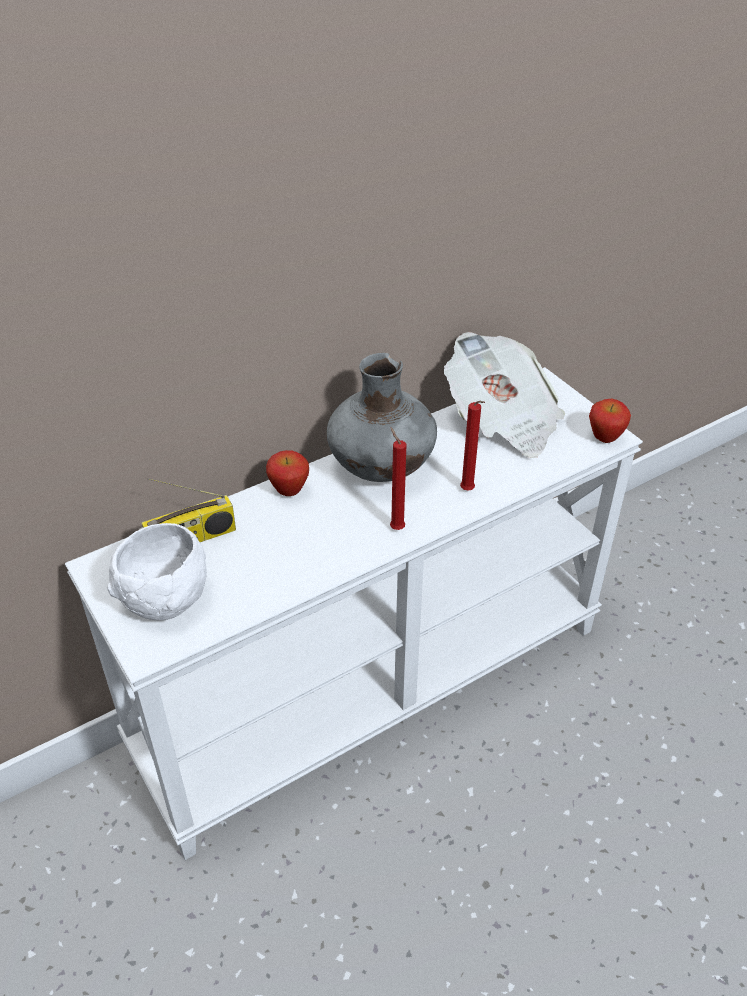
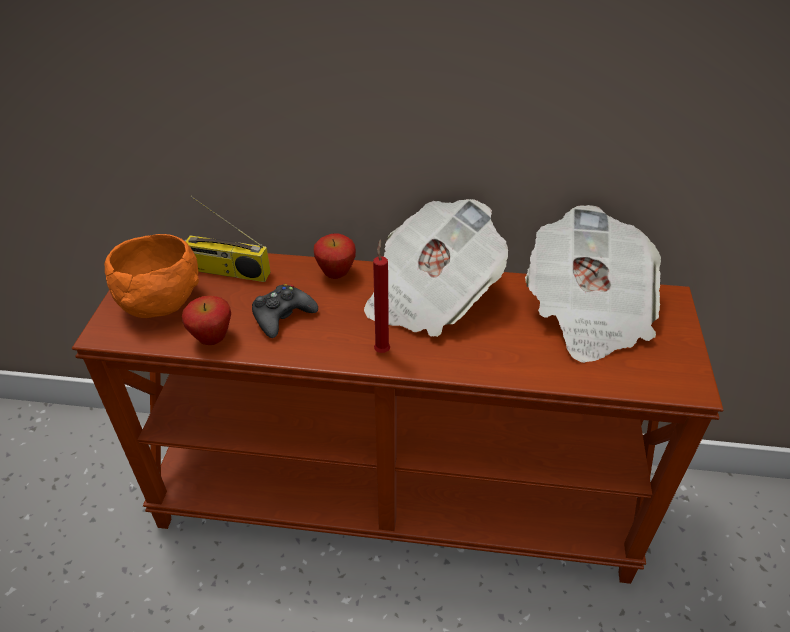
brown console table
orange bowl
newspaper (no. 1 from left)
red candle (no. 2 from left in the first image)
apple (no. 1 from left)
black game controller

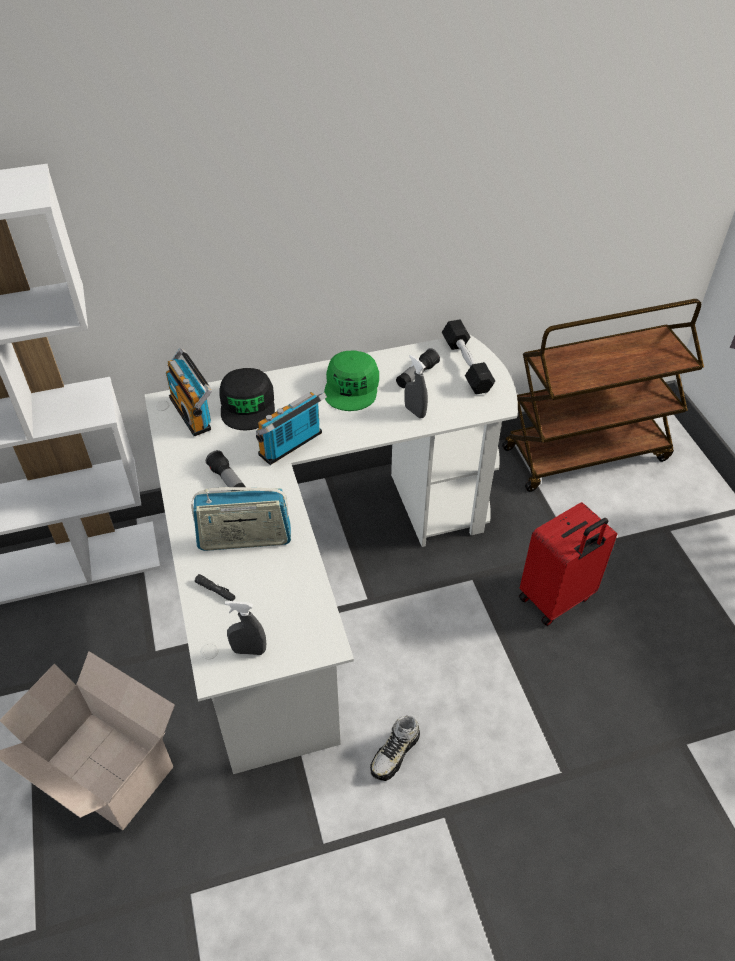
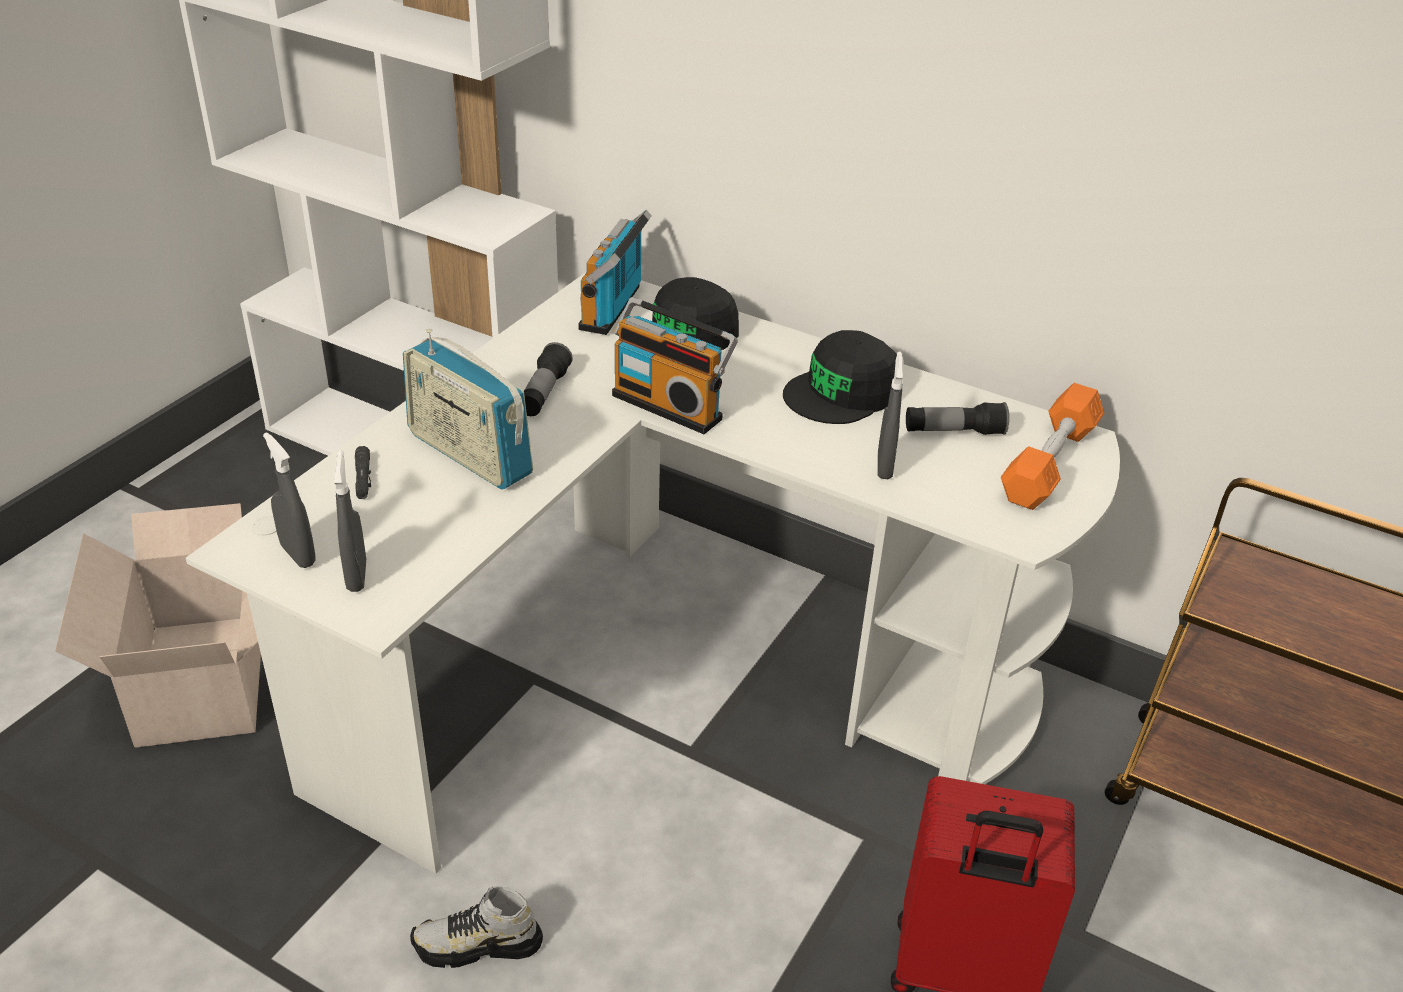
radio (no. 3 from left)
black cap (no. 2 from left)
orange dumbbell
grey spray bottle (no. 2 from left)

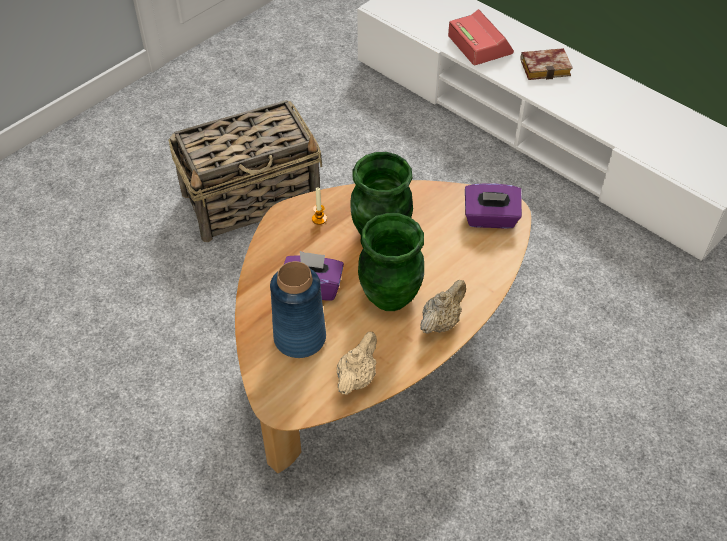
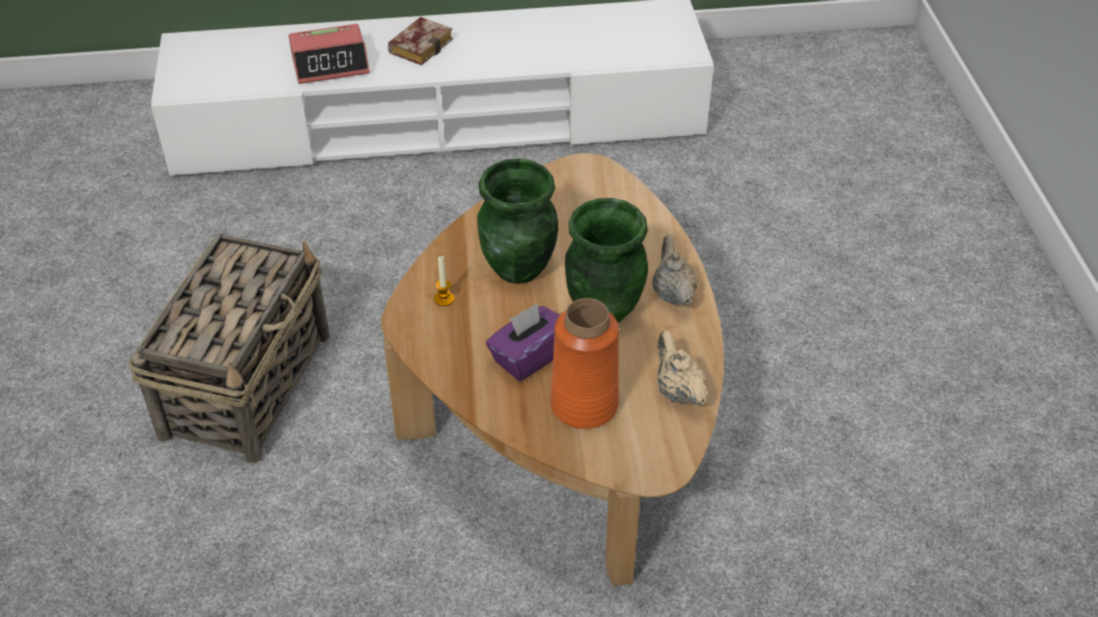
orange vase
alarm clock
purple tissue box (no. 2 from left in the first image)

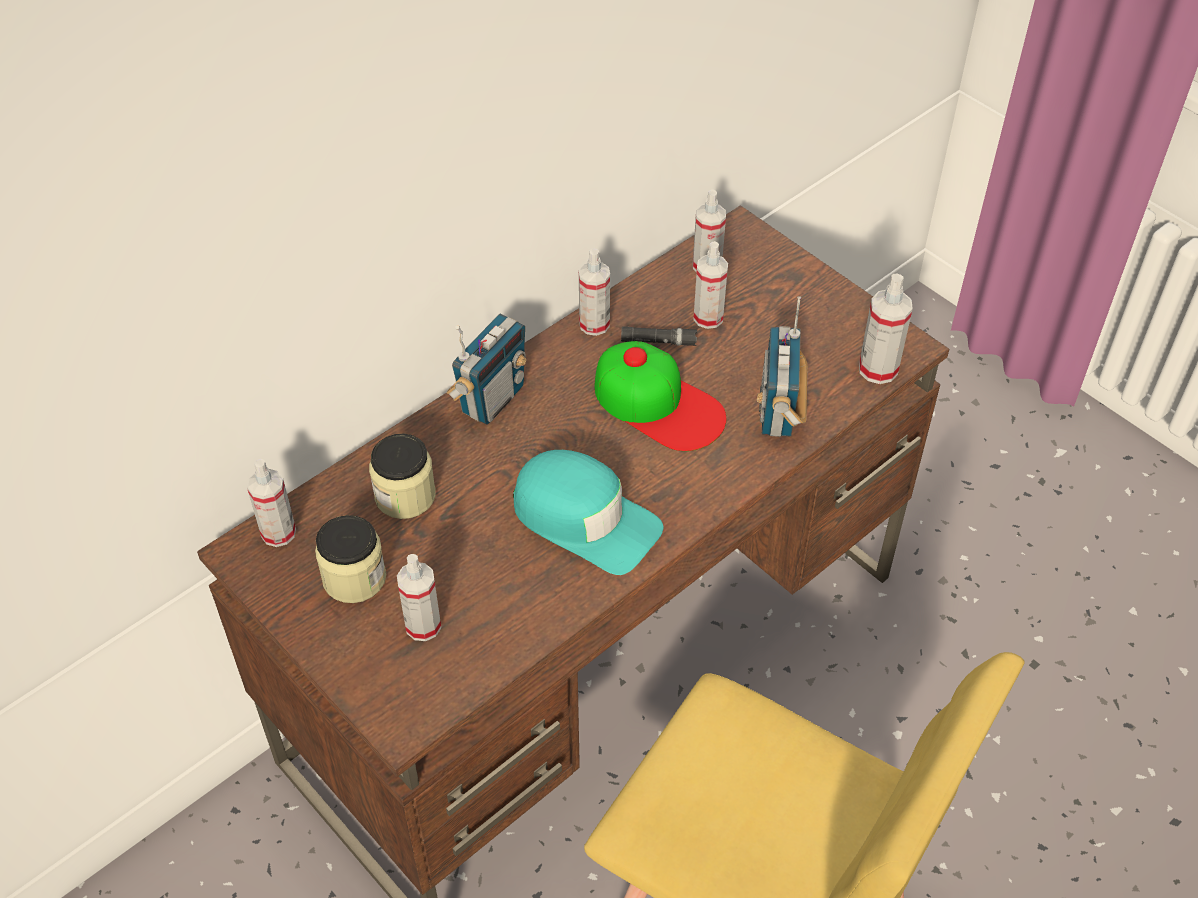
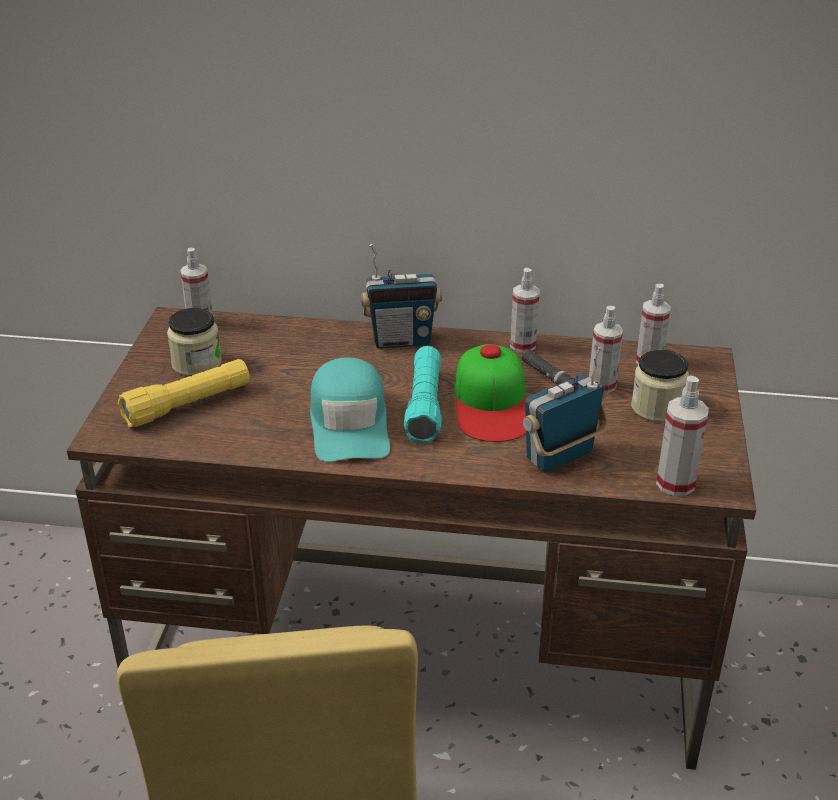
jar (no. 2 from left)
yellow flashlight
turquoise flashlight

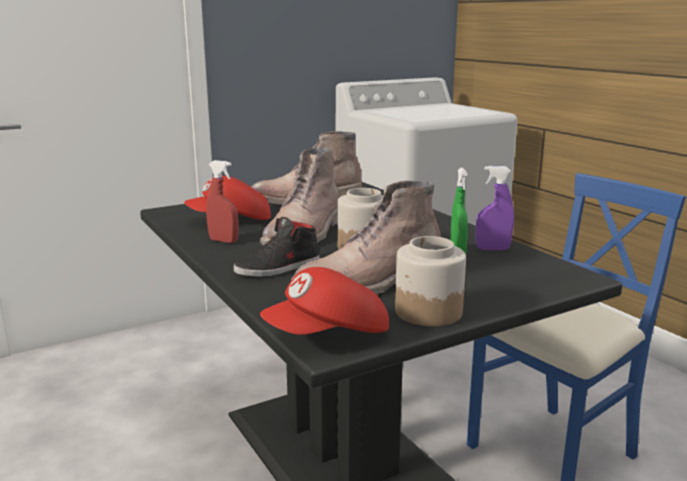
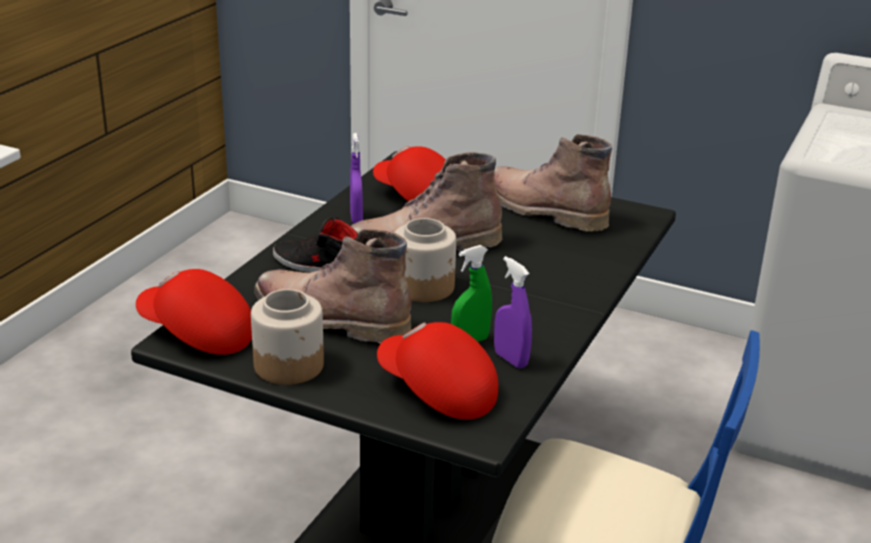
purple spray bottle (no. 1 from left)
red cap (no. 3 from left)

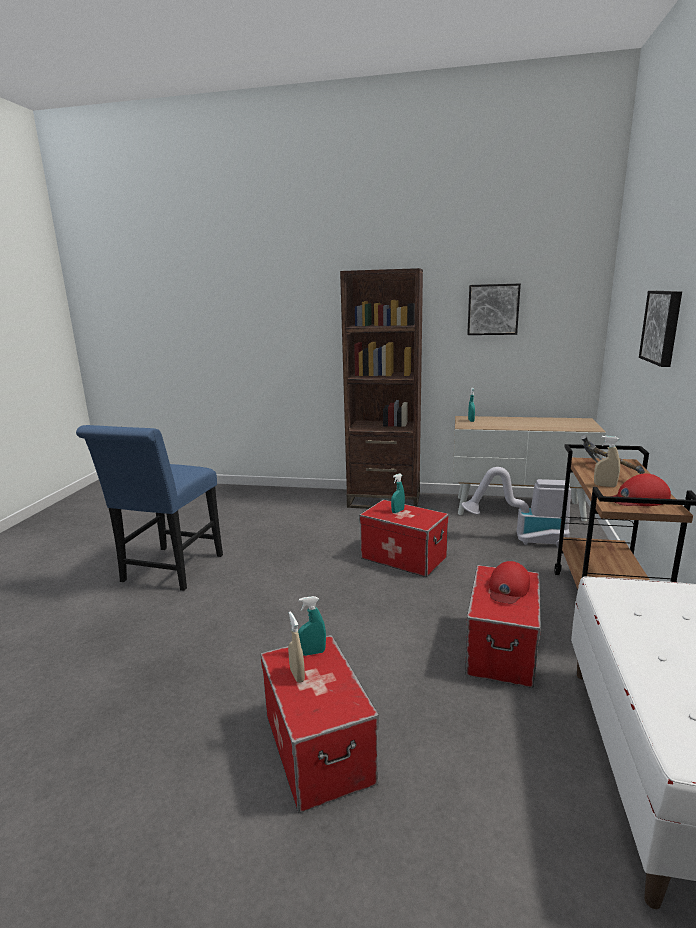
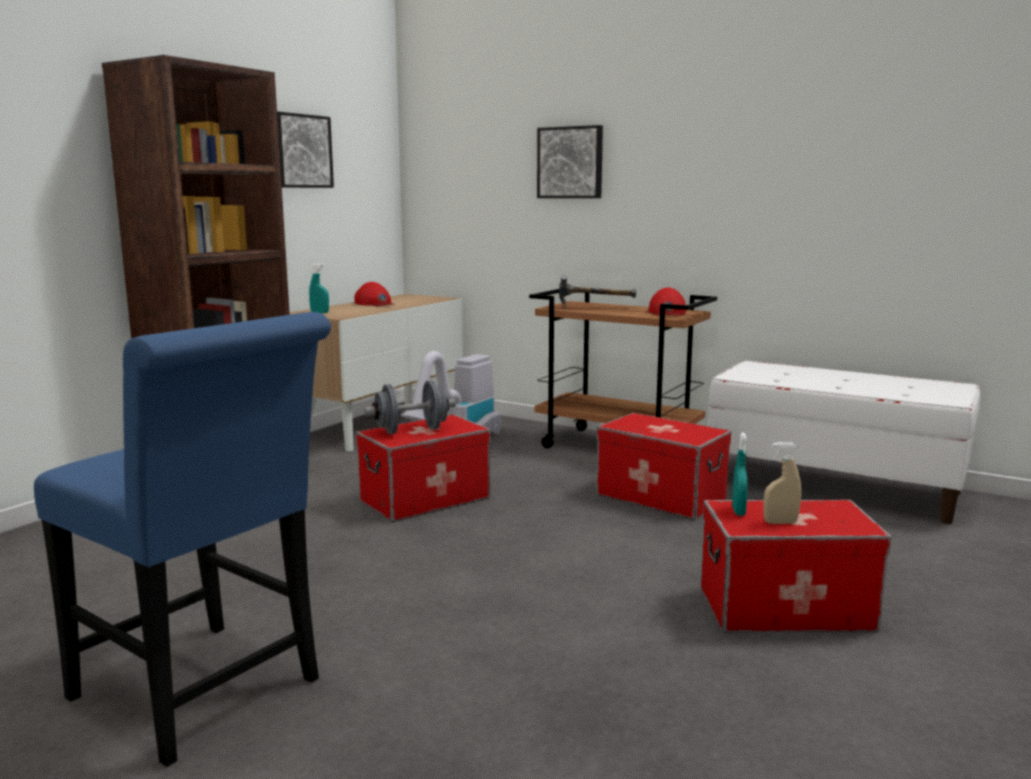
grey dumbbell
red cap (no. 1 from left)
beige spray bottle (no. 2 from left in the first image)

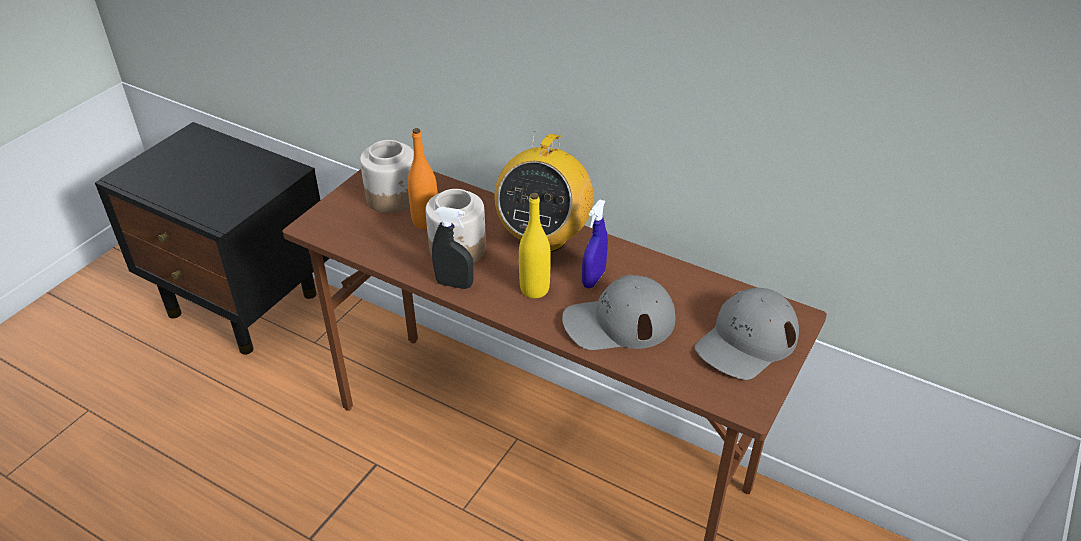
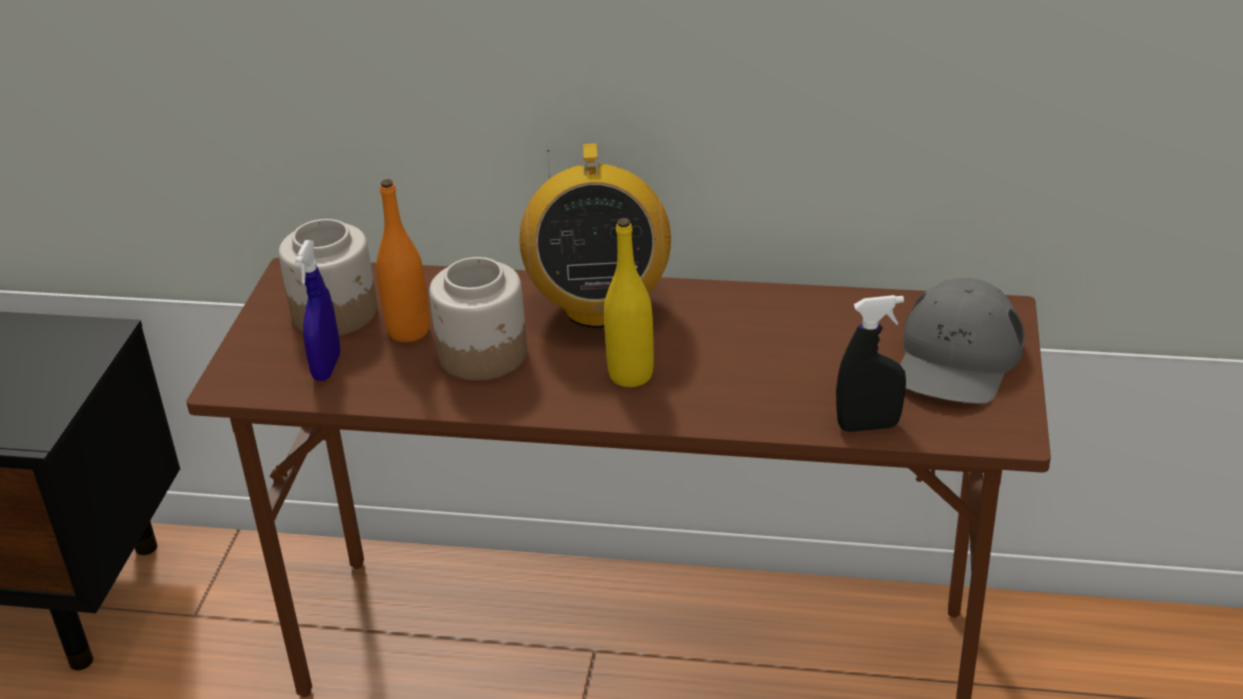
black spray bottle
grey cap (no. 1 from left in the first image)
blue spray bottle

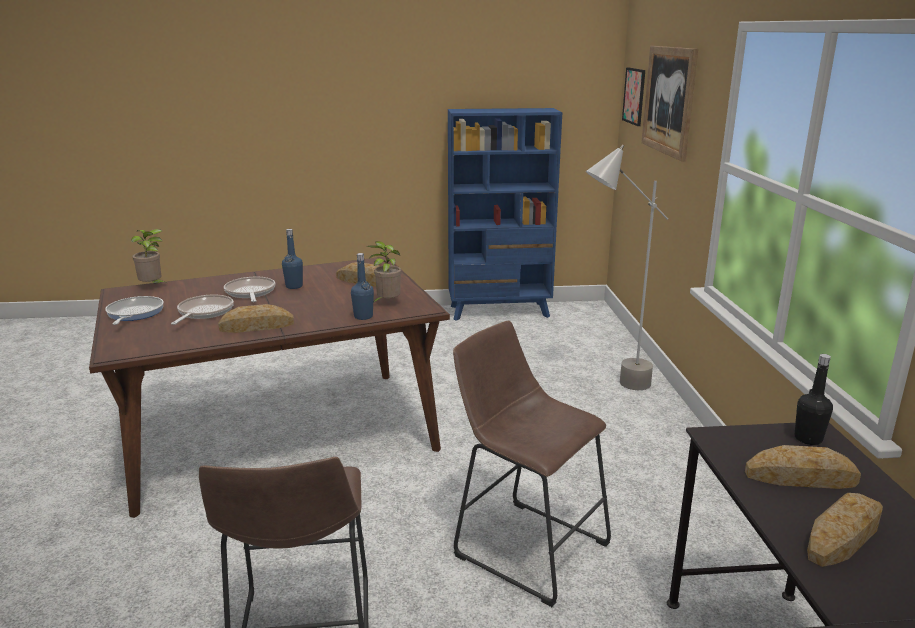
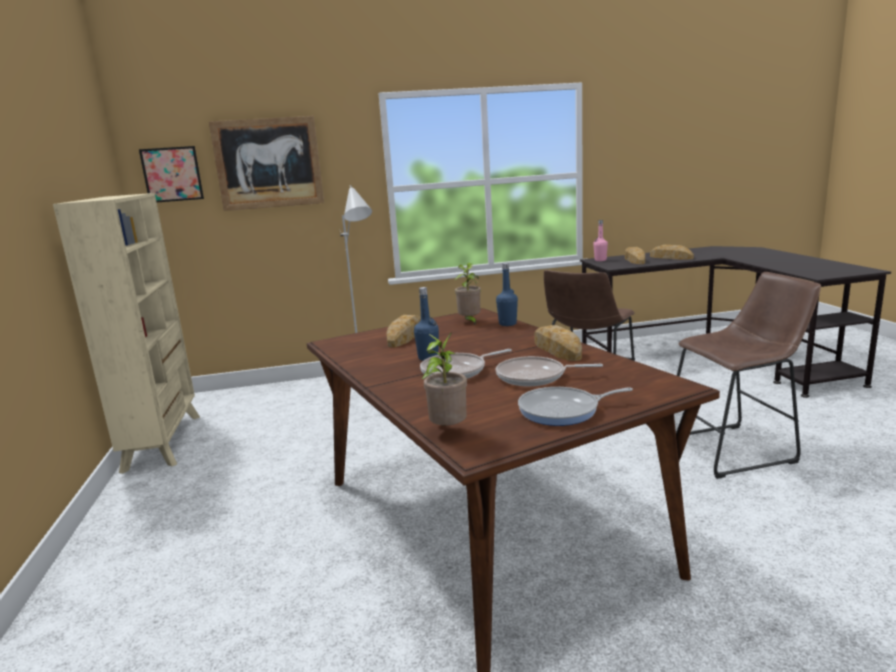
beige bookcase
pink bottle

